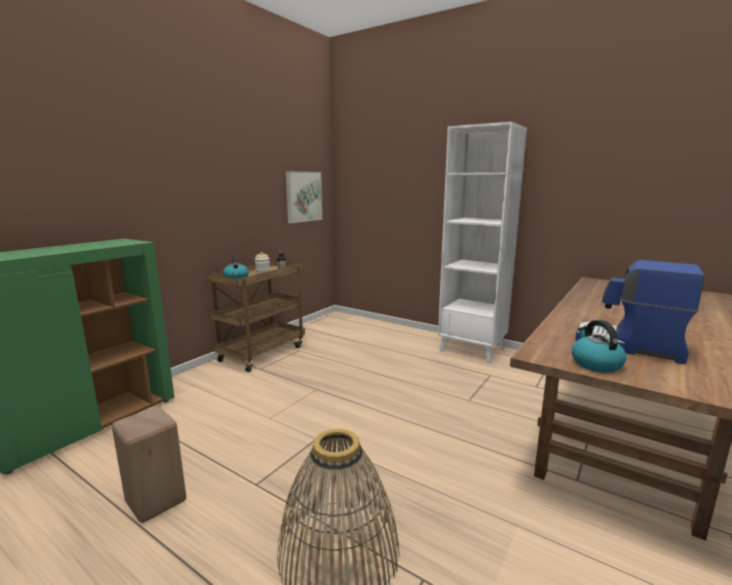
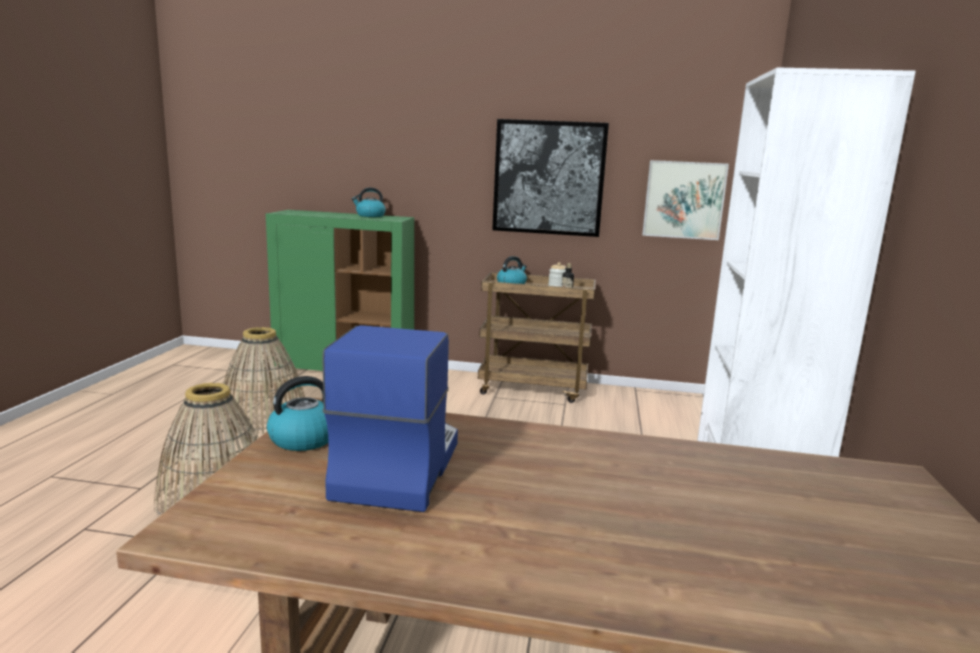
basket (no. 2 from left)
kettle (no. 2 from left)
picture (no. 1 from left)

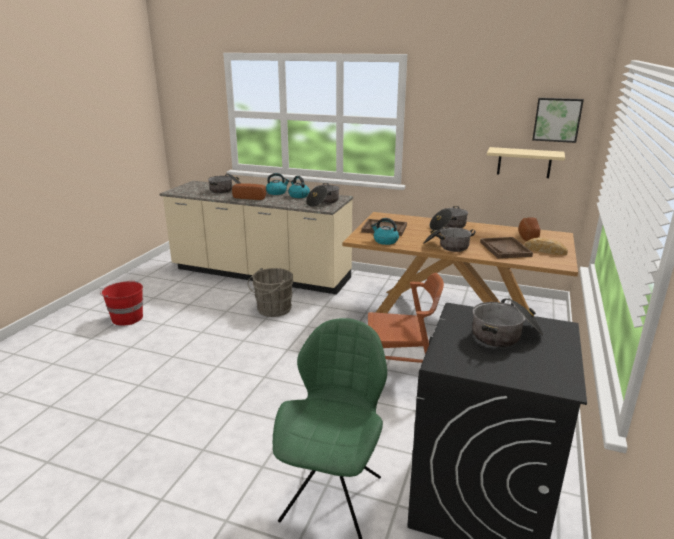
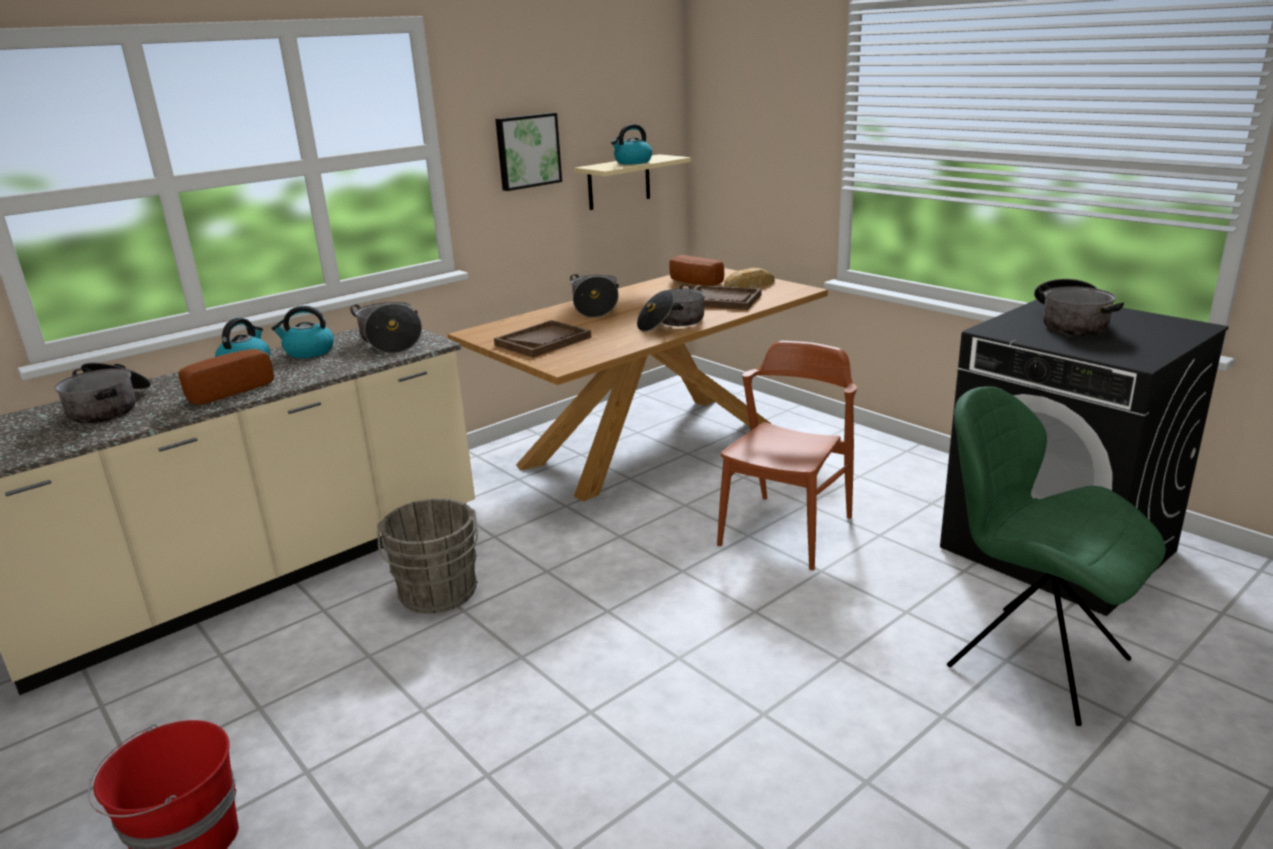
kettle (no. 3 from left)
picture

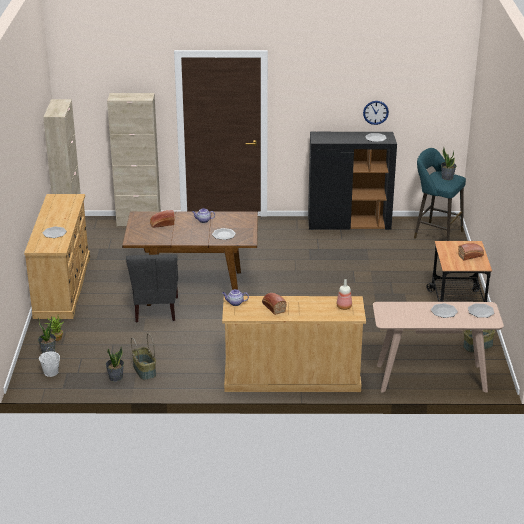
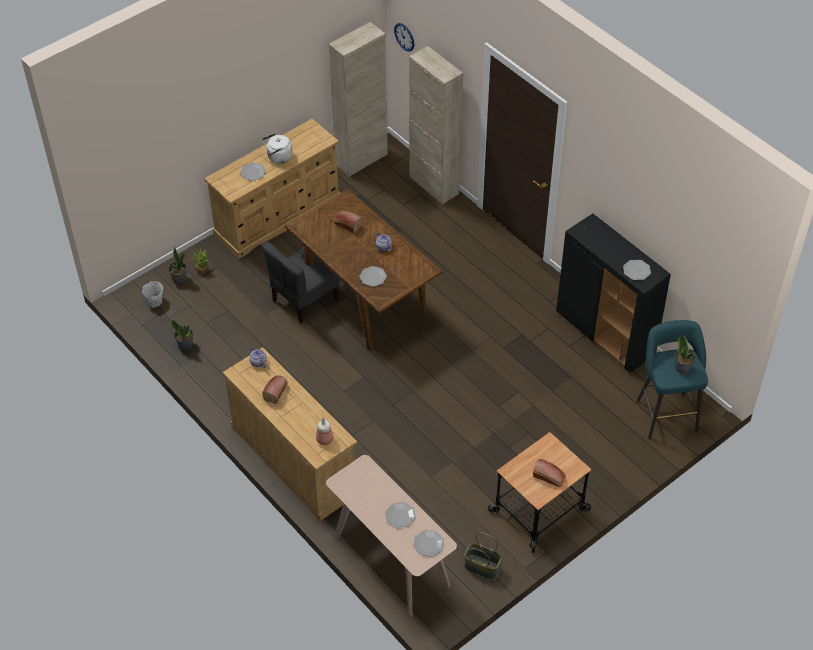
basket (no. 1 from left in the first image)
wall clock
white kettle

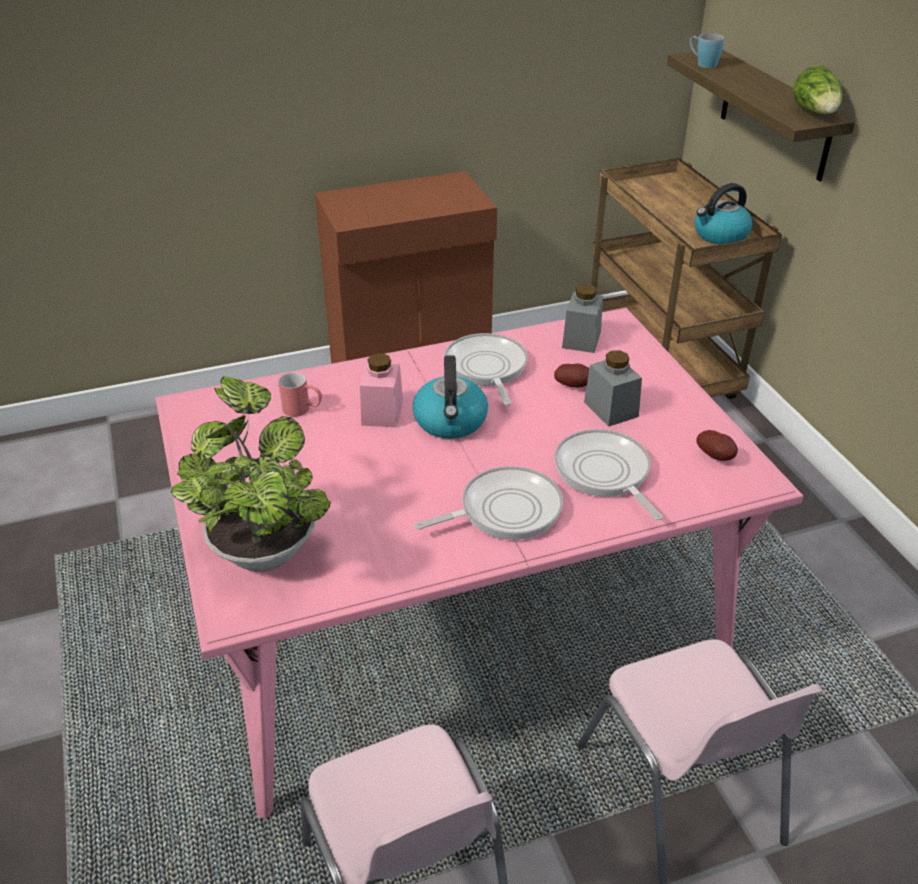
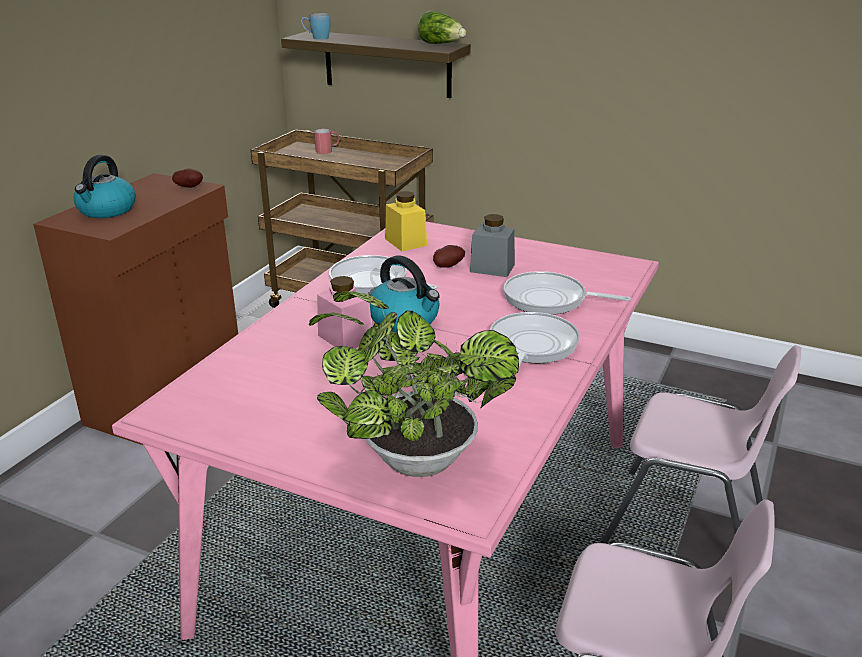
red mug
yellow jar
kettle (no. 1 from left)
potato (no. 1 from left)

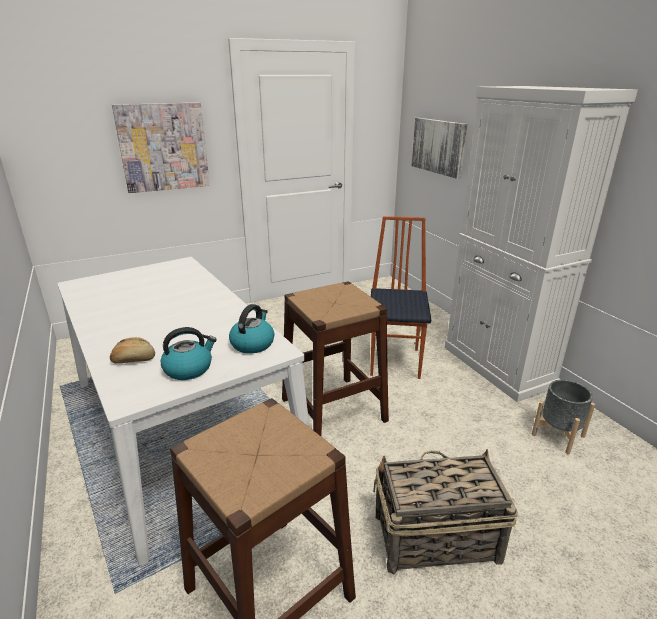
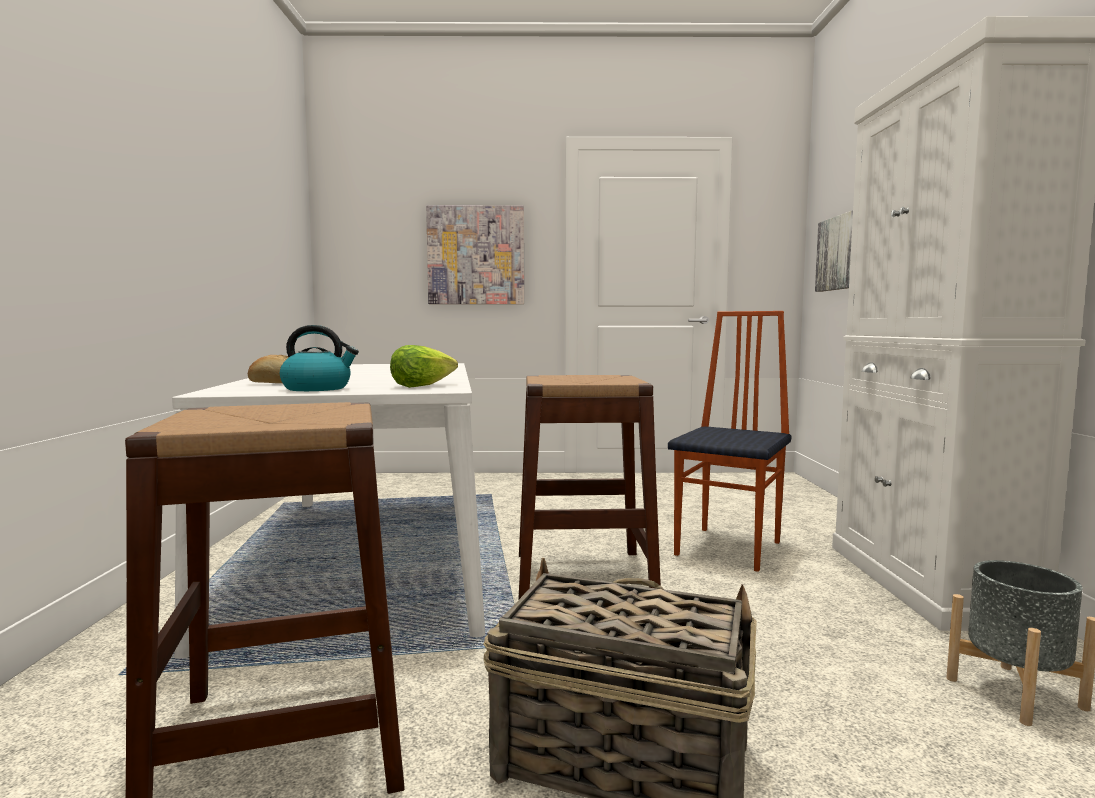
lettuce

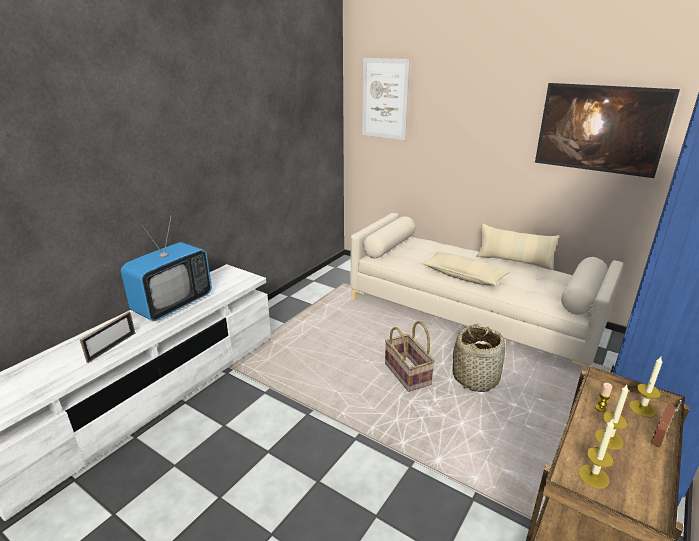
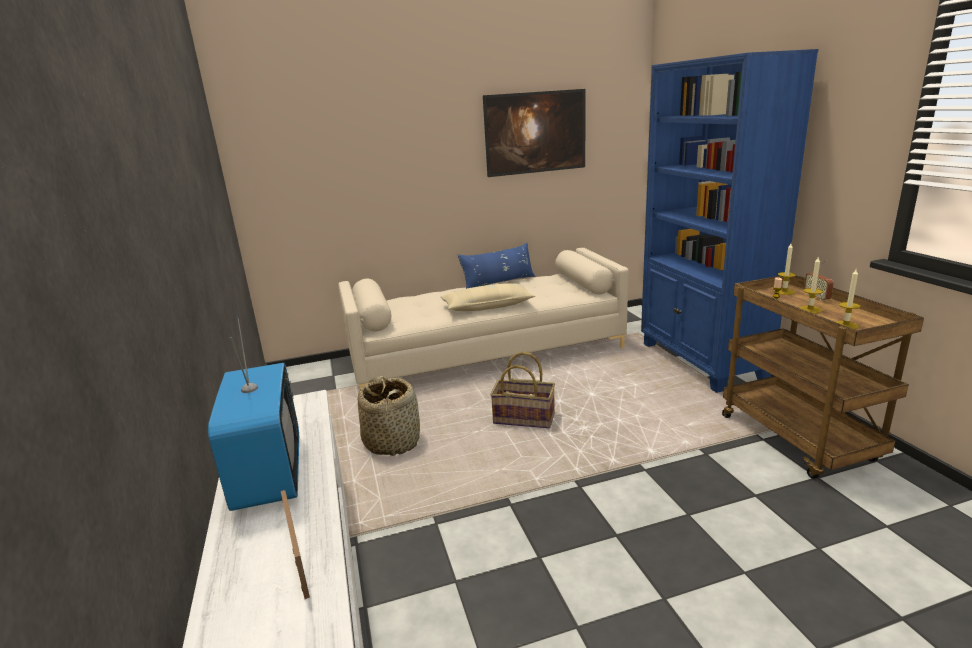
picture (no. 1 from left in the first image)
basket (no. 1 from left)
blue pillow

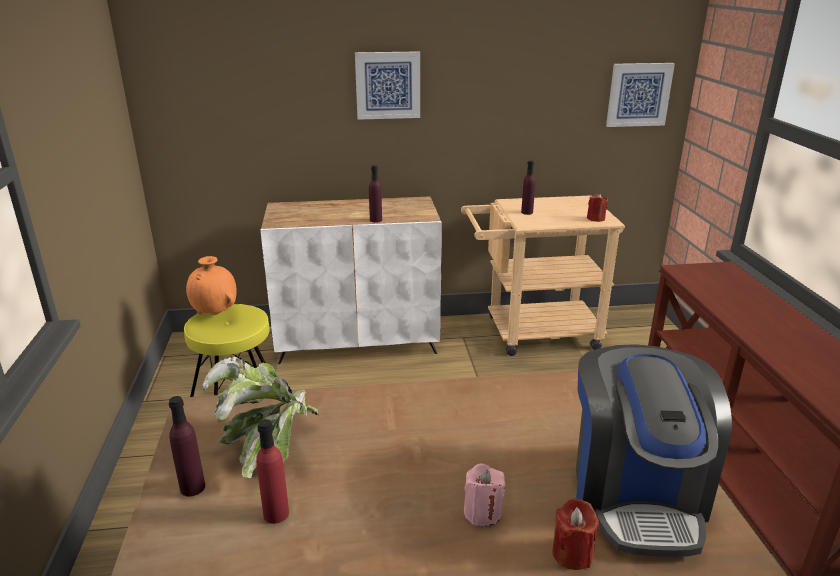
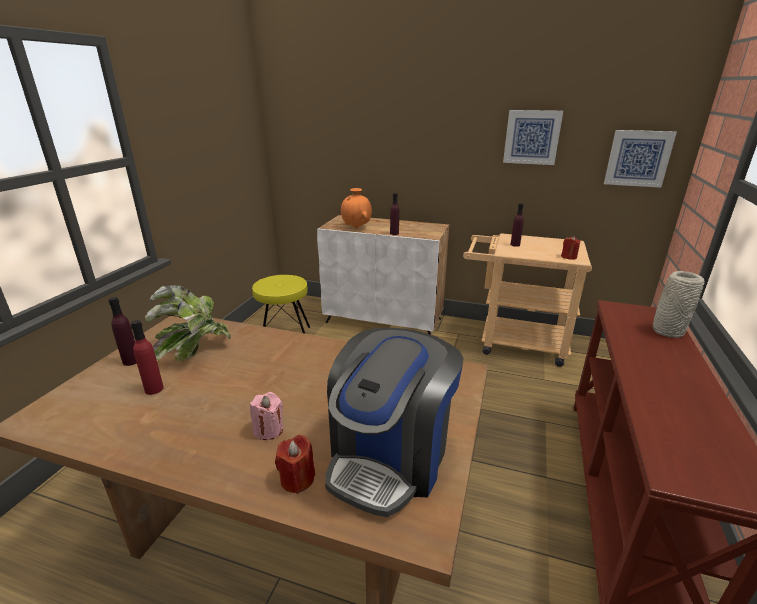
orange vase
picture (no. 1 from left)
grey vase

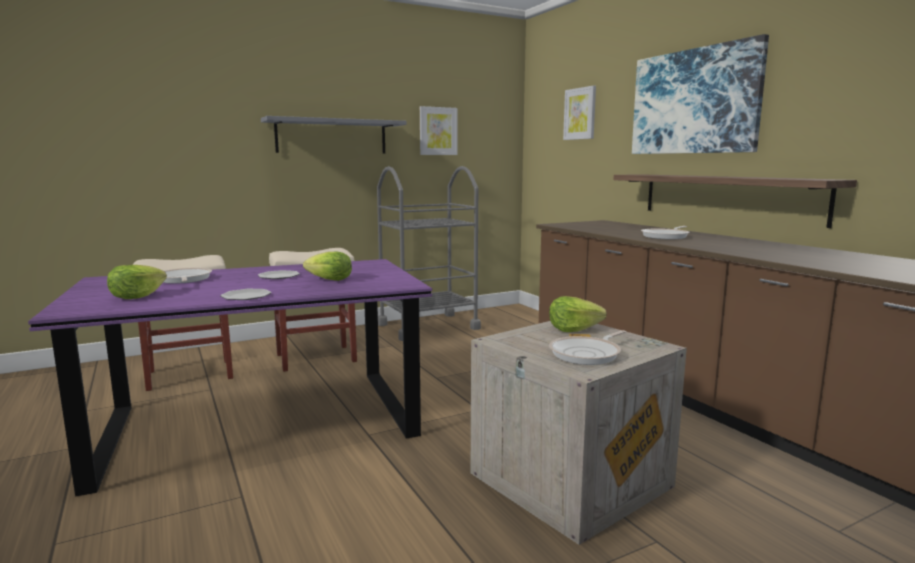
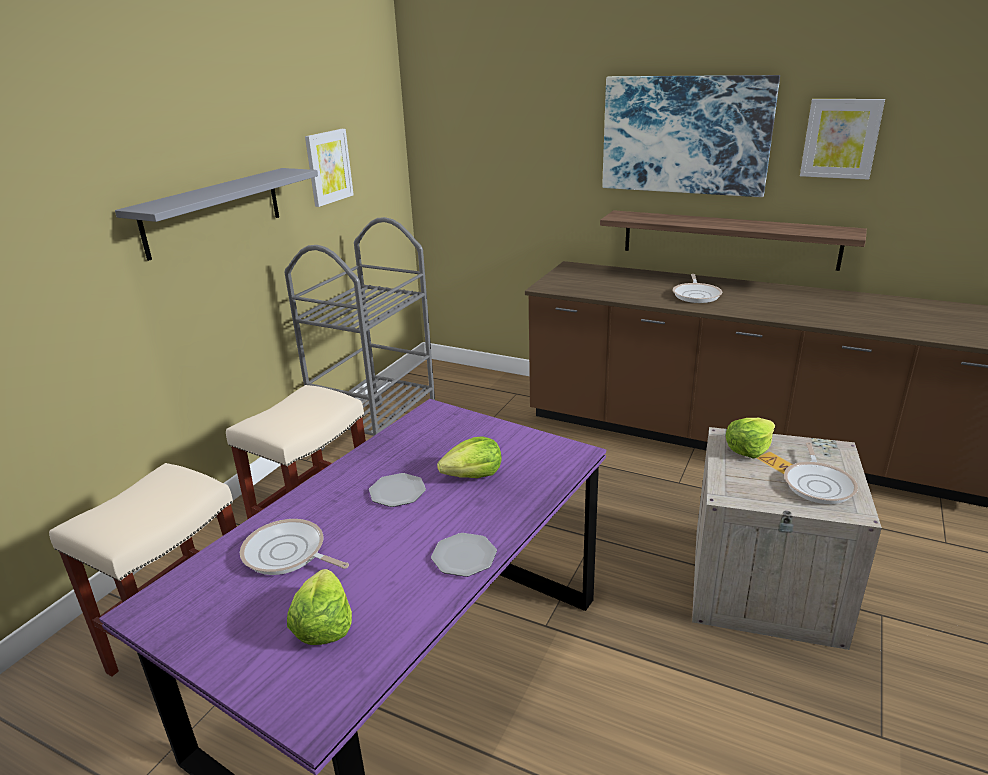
picture (no. 3 from left)

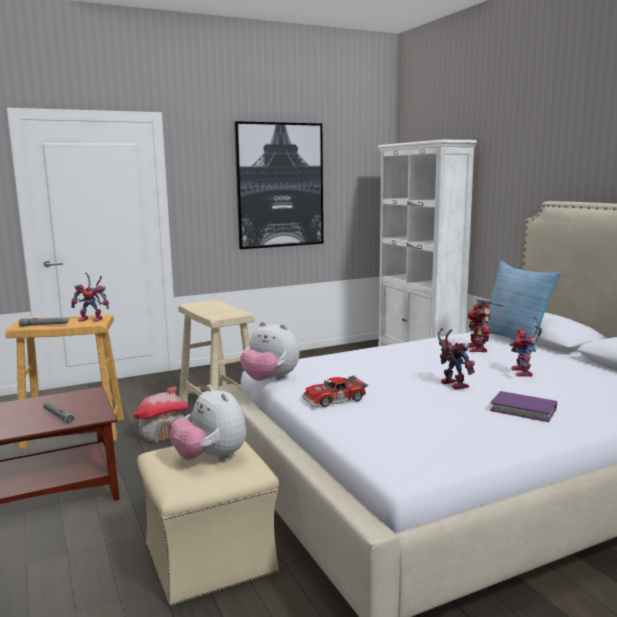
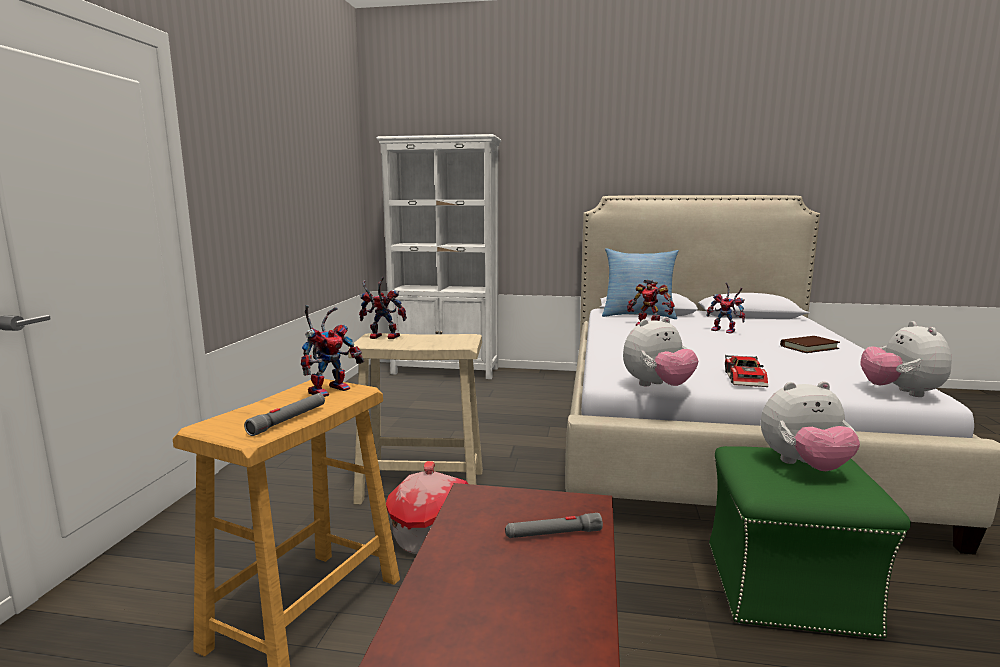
green ottoman
picture
toy robot (no. 2 from left)
brown book
plush toy (no. 3 from left)

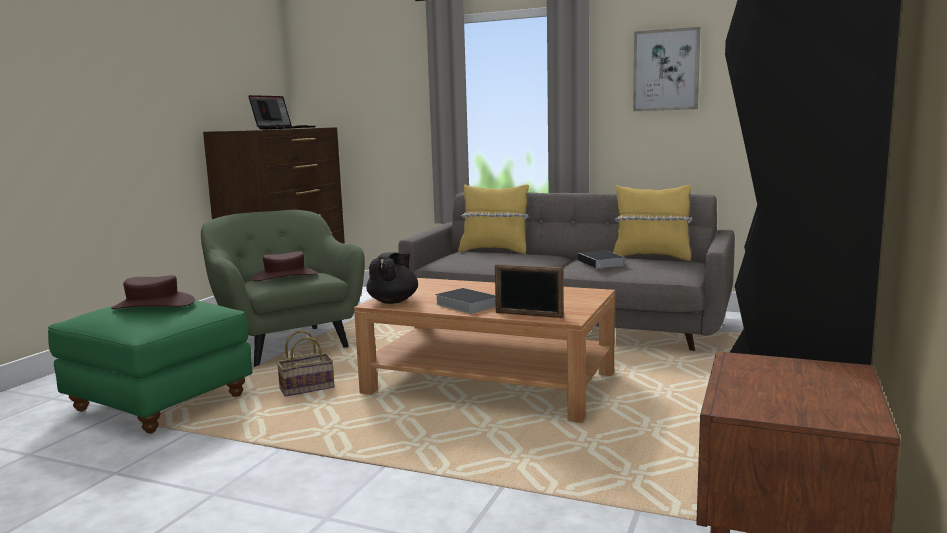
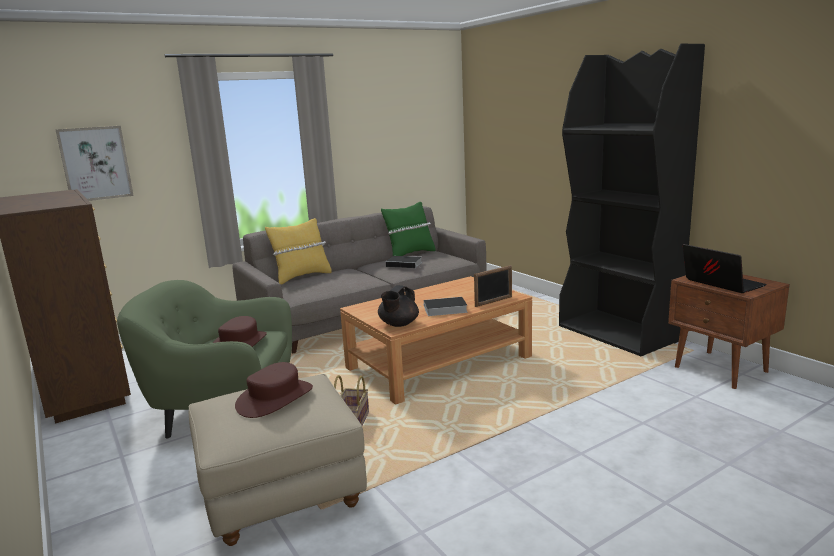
beige ottoman
laptop
black teapot
green pillow
picture

